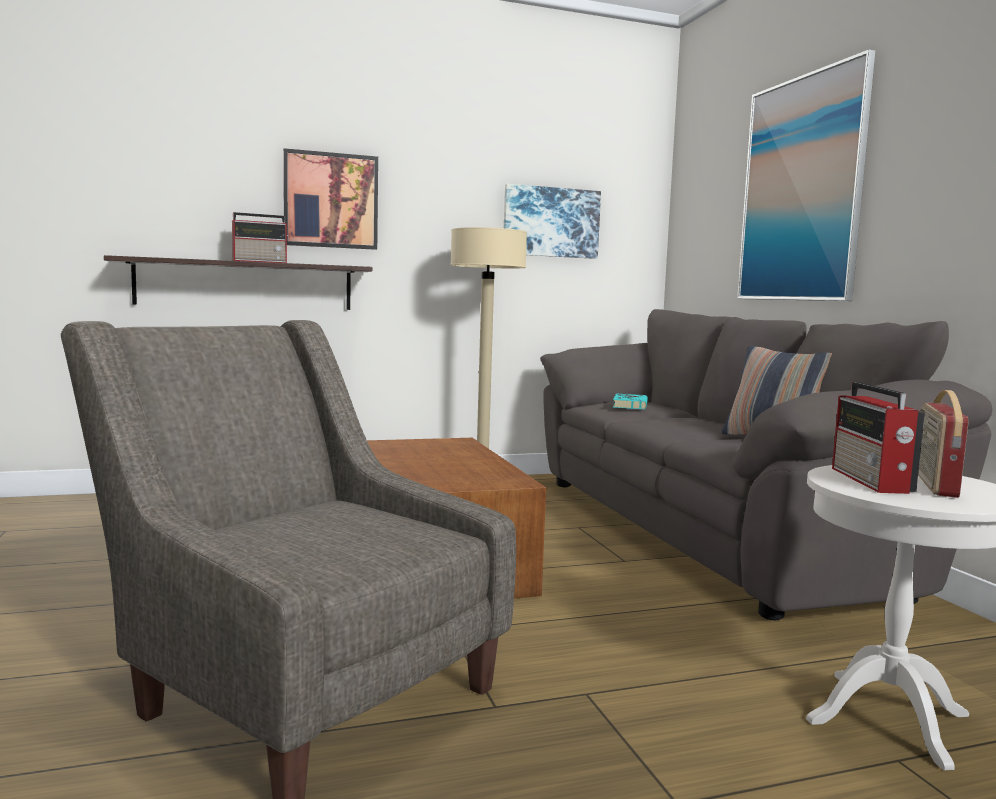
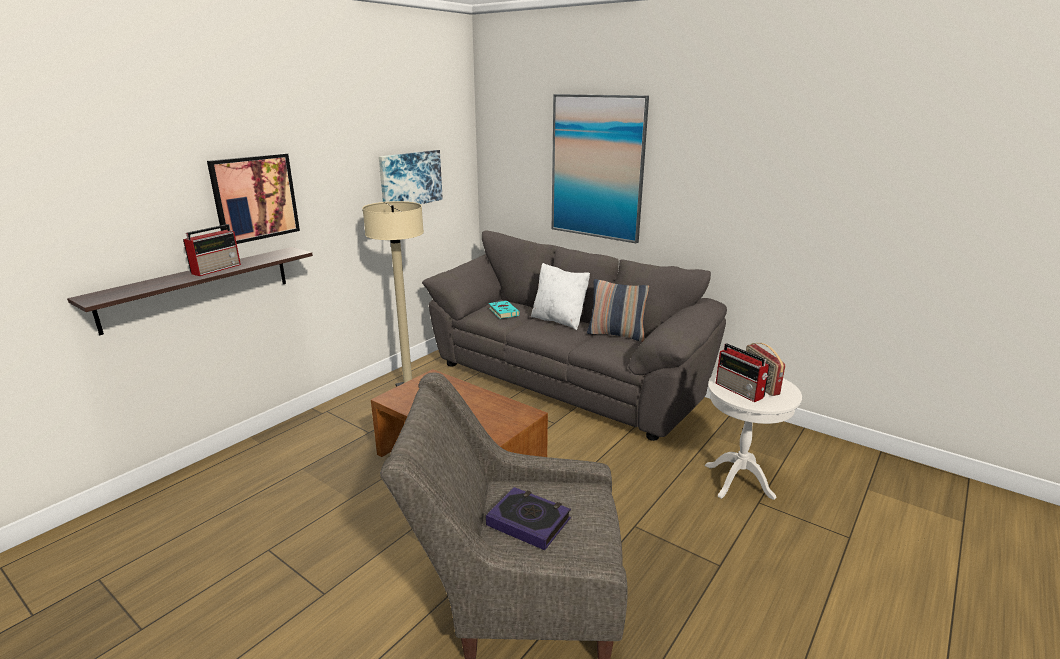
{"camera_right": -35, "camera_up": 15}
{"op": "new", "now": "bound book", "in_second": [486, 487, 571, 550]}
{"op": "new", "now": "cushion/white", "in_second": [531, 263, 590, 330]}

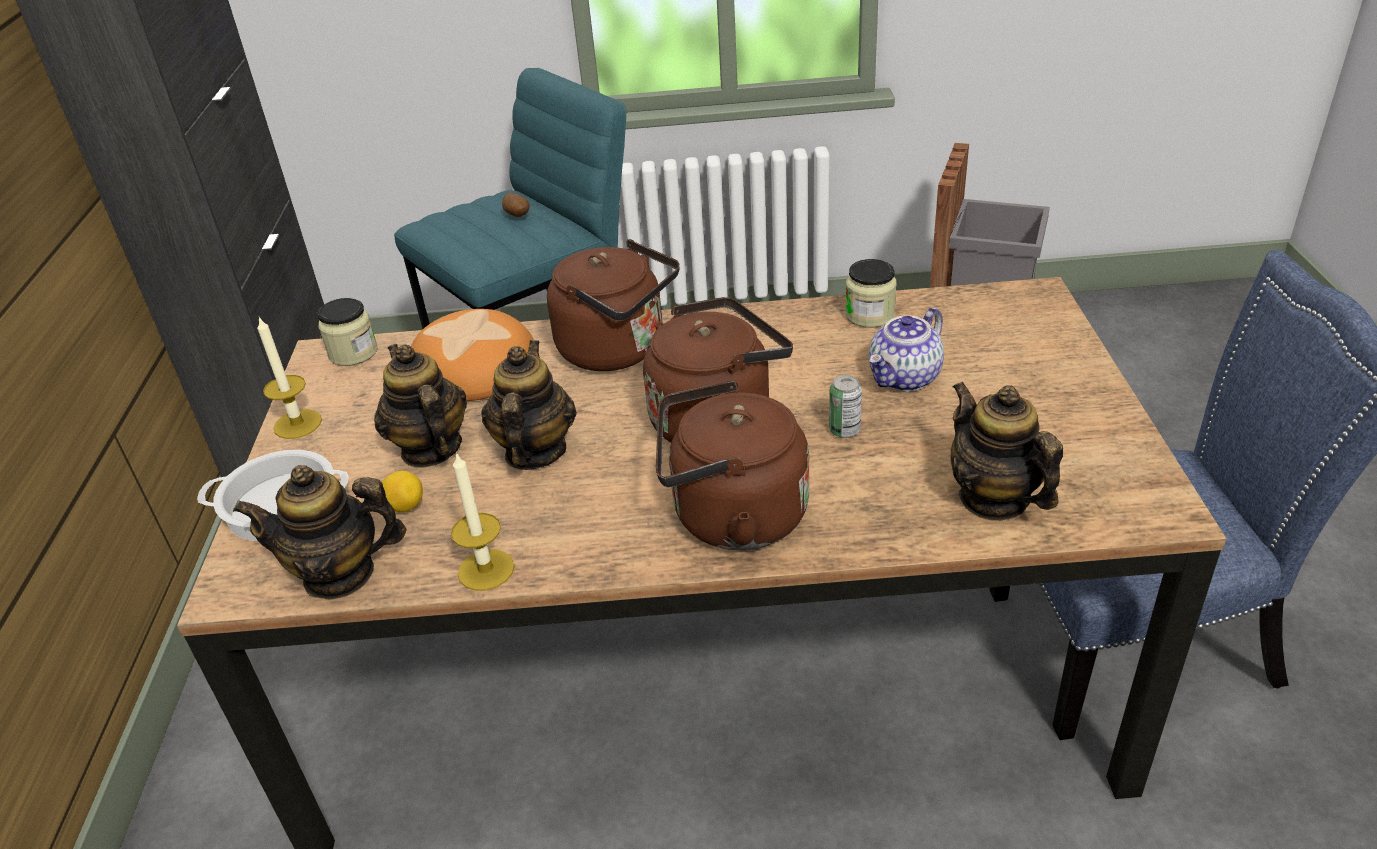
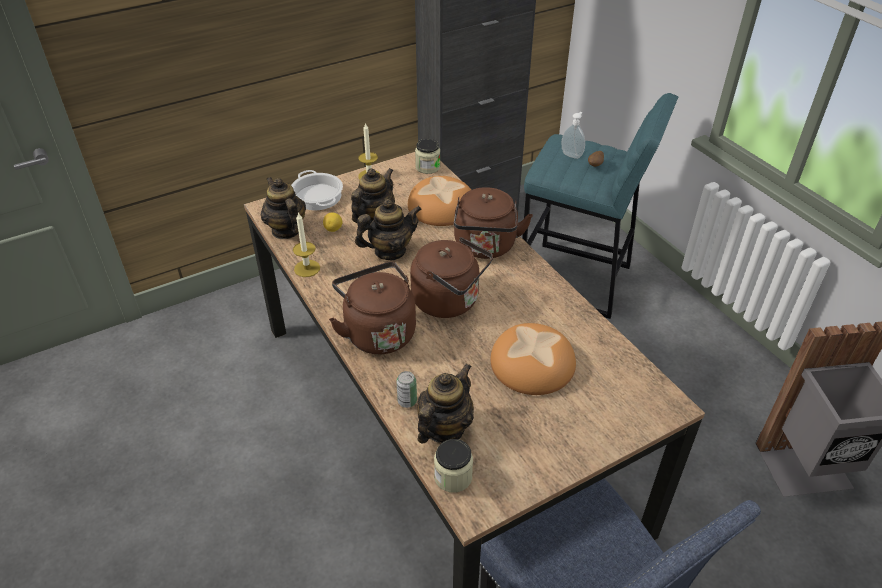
{"camera_right": 60, "camera_up": 5}
{"op": "shifted", "was": "can", "in_first": [829, 375, 862, 438], "in_second": [396, 371, 417, 408]}
{"op": "shifted", "was": "storage jar", "in_first": [845, 259, 897, 328], "in_second": [434, 439, 473, 493]}
{"op": "swapped", "was": "teapot", "now": "bread", "in_first": [869, 307, 944, 392], "in_second": [490, 323, 576, 395]}
{"op": "new", "now": "liquid soap bottle", "in_second": [561, 112, 585, 159]}

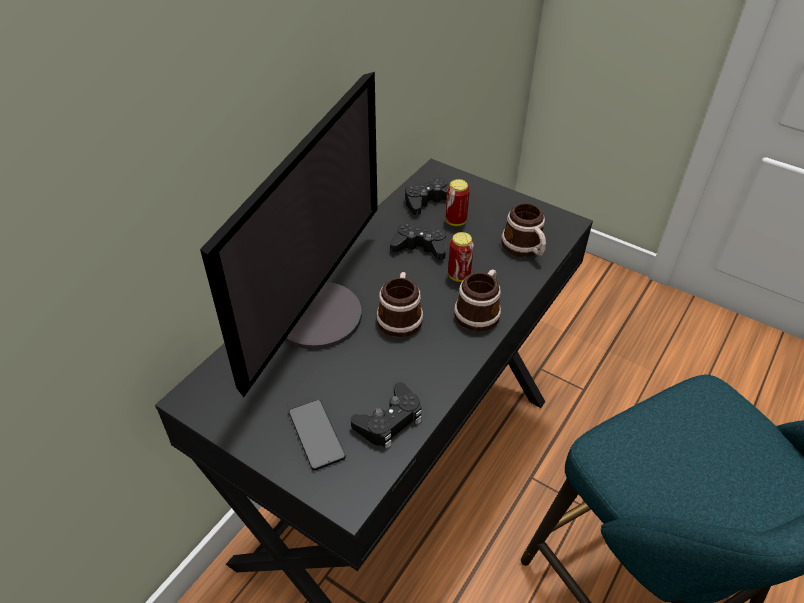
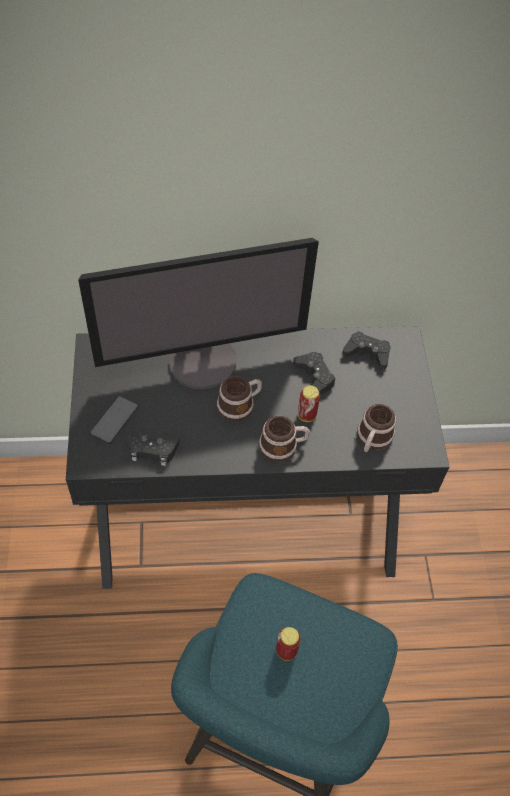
{"camera_right": 50, "camera_up": 10}
{"op": "shifted", "was": "can", "in_first": [446, 179, 470, 226], "in_second": [276, 627, 301, 661]}

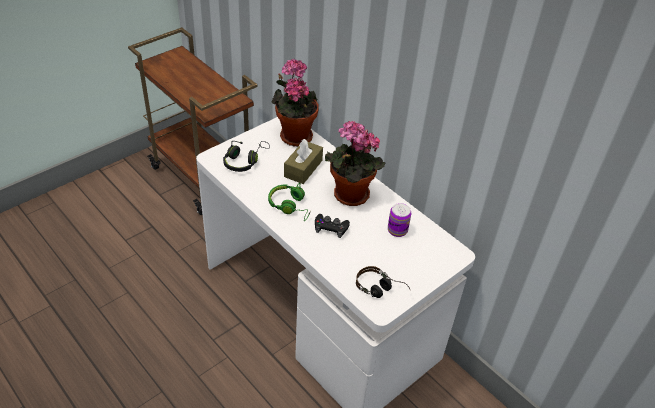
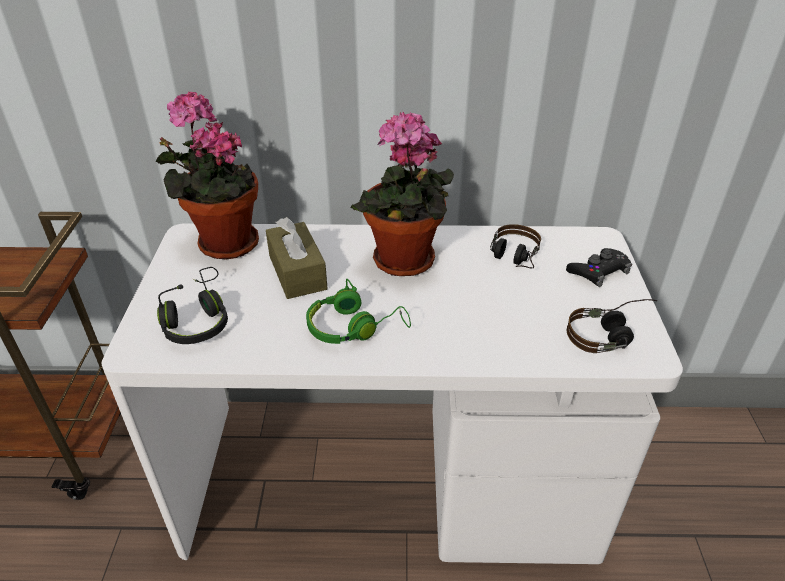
{"camera_right": -45, "camera_up": -5}
{"op": "shifted", "was": "gamepad/black-coloured", "in_first": [315, 214, 350, 238], "in_second": [566, 248, 632, 287]}
{"op": "swapped", "was": "can", "now": "headphones", "in_first": [388, 203, 411, 237], "in_second": [490, 224, 541, 268]}

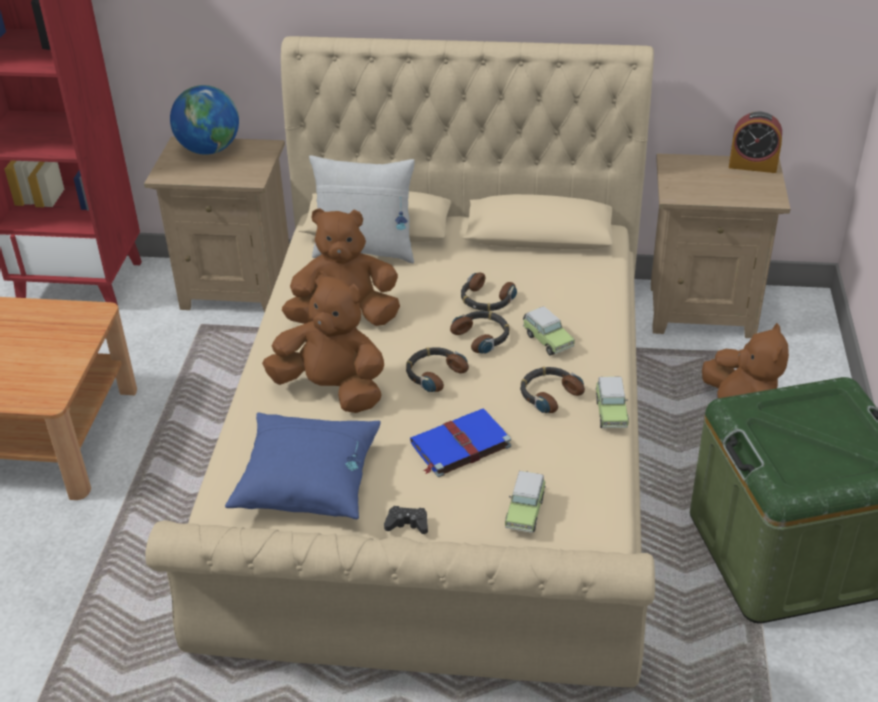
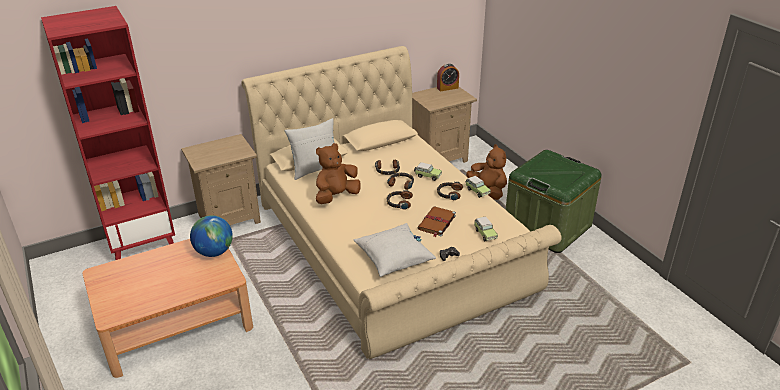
{"camera_right": -35, "camera_up": -5}
{"op": "shifted", "was": "world globe", "in_first": [170, 85, 239, 155], "in_second": [190, 215, 233, 257]}
{"op": "repainted", "was": "cushion/bluish", "now": "cushion/gray", "in_first": [225, 412, 381, 519], "in_second": [353, 223, 436, 277]}
{"op": "gone", "was": "soft toy/brown", "in_first": [262, 271, 384, 413]}
{"op": "repainted", "was": "bound book/bluish", "now": "bound book/brown", "in_first": [410, 409, 511, 477], "in_second": [417, 207, 456, 237]}

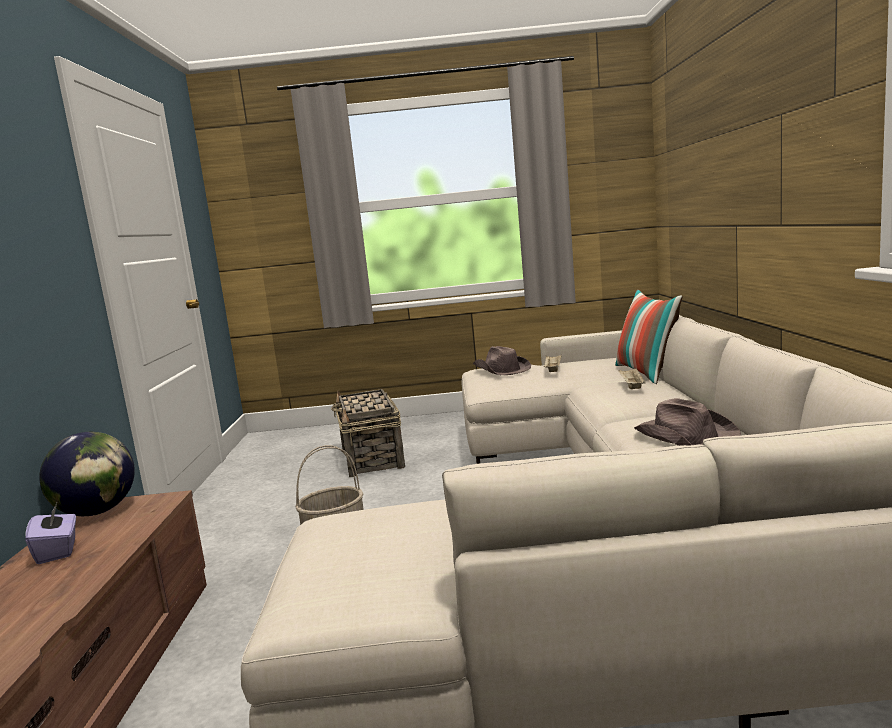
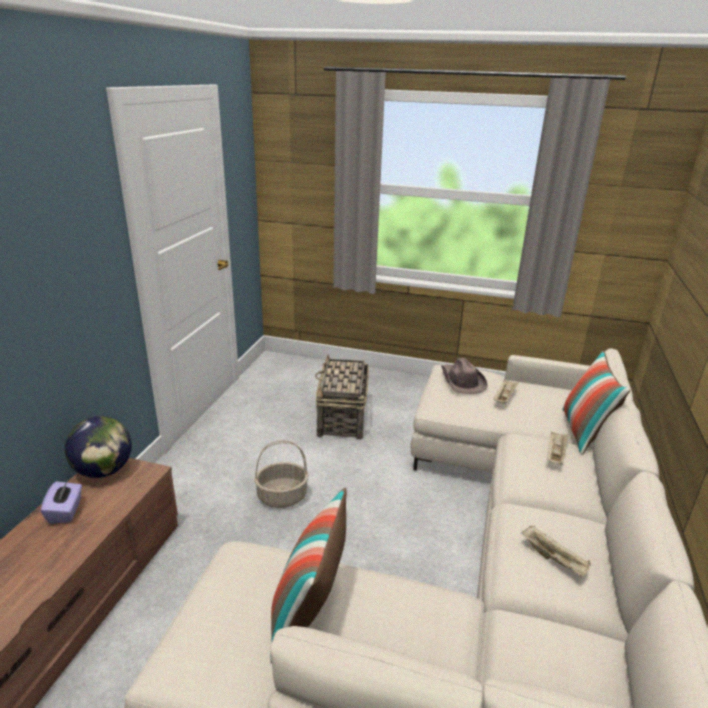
{"camera_right": 15, "camera_up": 15}
{"op": "swapped", "was": "clothing hat/brown", "now": "carrying tray/beige-coloured", "in_first": [634, 398, 741, 446], "in_second": [521, 526, 591, 577]}
{"op": "new", "now": "cushion", "in_second": [270, 487, 347, 663]}

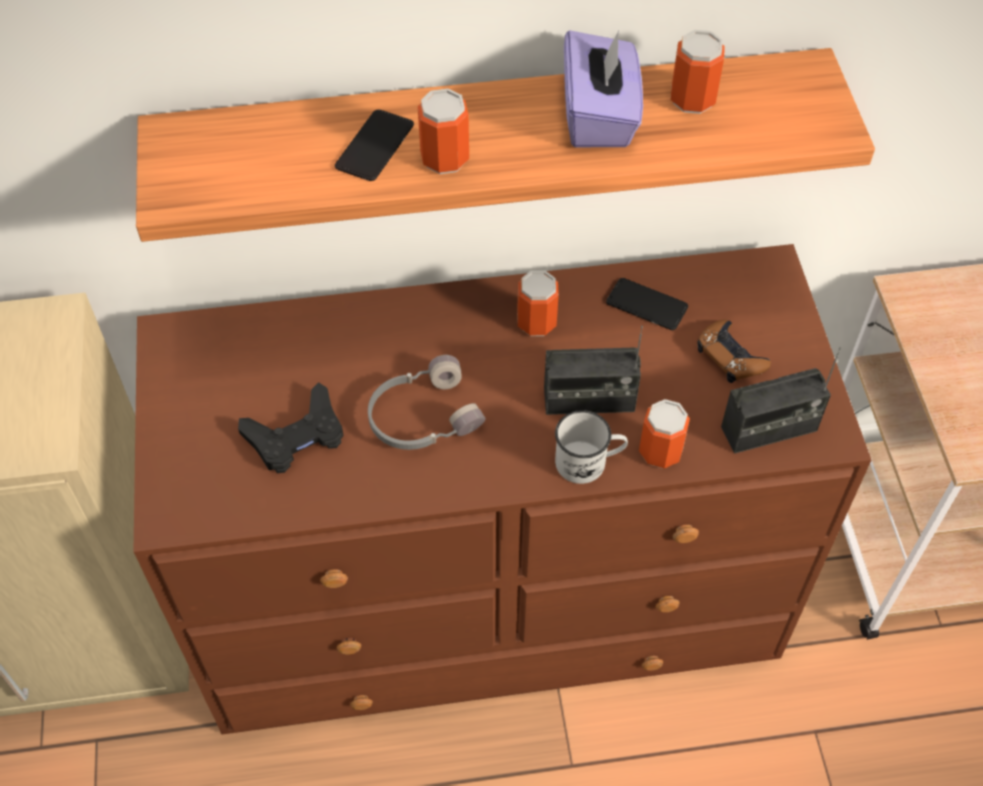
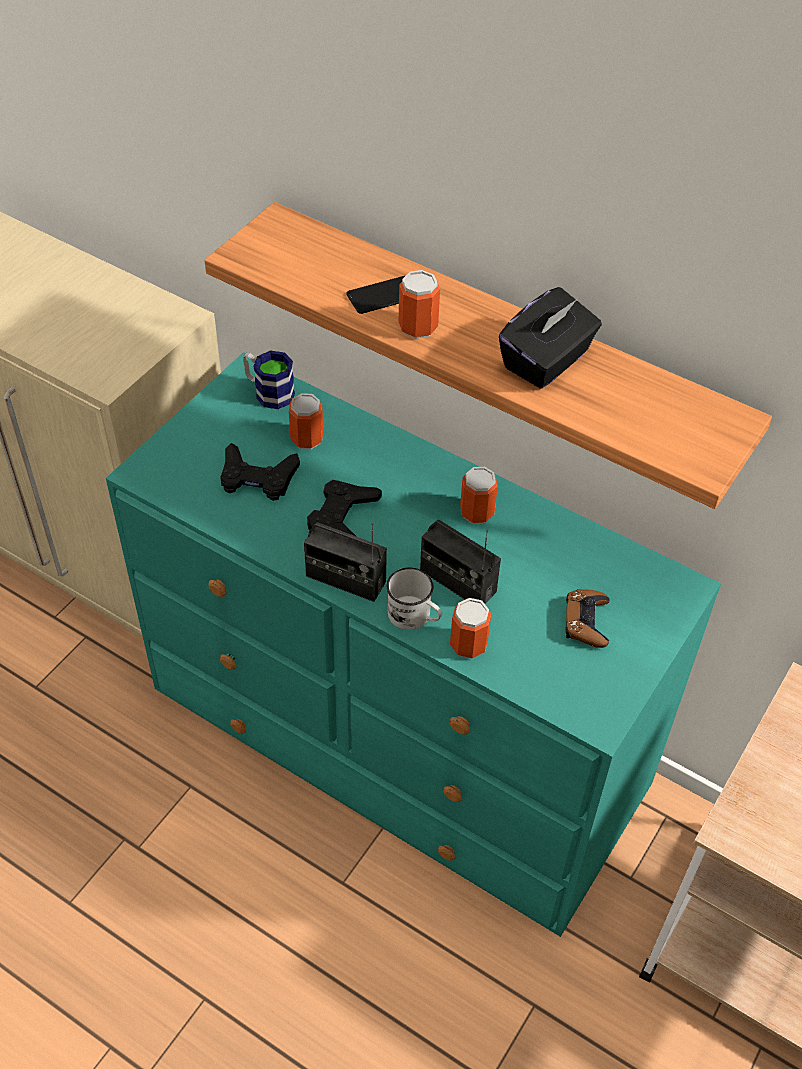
{"camera_right": 40, "camera_up": -5}
{"op": "repainted", "was": "chest of drawers/brown", "now": "chest of drawers/turquoise-coloured", "in_first": [134, 244, 871, 734], "in_second": [106, 352, 721, 937]}
{"op": "swapped", "was": "headphones/gray", "now": "gamepad/black-coloured", "in_first": [368, 355, 486, 450], "in_second": [307, 480, 382, 537]}
{"op": "repainted", "was": "tissue box/purplish", "now": "tissue box/black-coloured", "in_first": [564, 30, 643, 147], "in_second": [499, 287, 602, 389]}
{"op": "gone", "was": "handset", "in_first": [606, 278, 688, 330]}
{"op": "shifted", "was": "can", "in_first": [671, 30, 725, 114], "in_second": [289, 393, 323, 449]}
{"op": "shifted", "was": "radio set", "in_first": [721, 347, 841, 454], "in_second": [304, 522, 387, 602]}
{"op": "new", "now": "coffee mug", "in_second": [243, 350, 295, 409]}

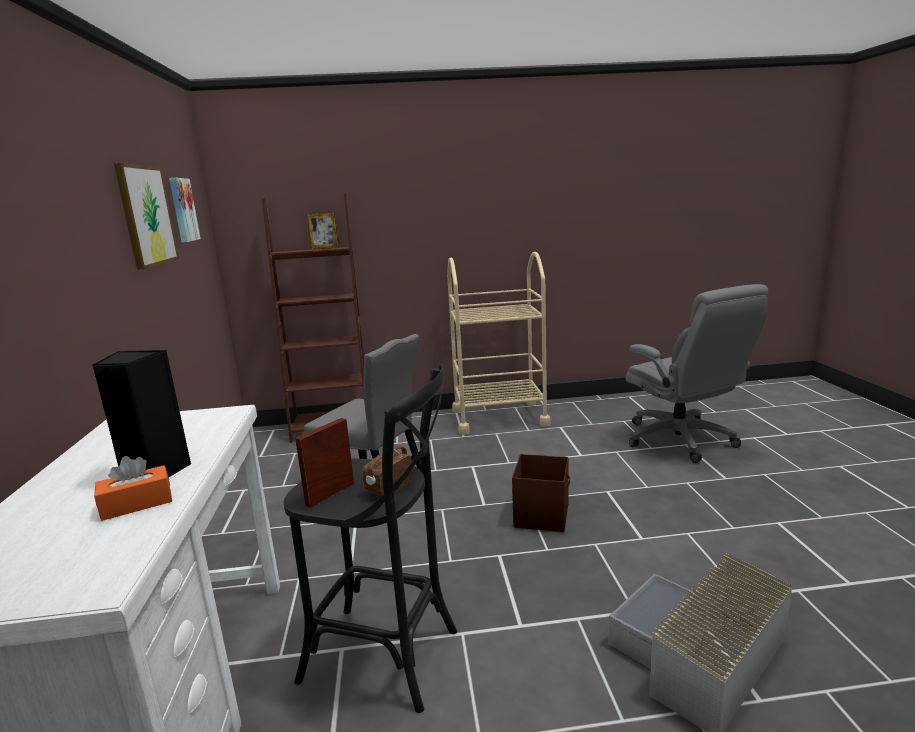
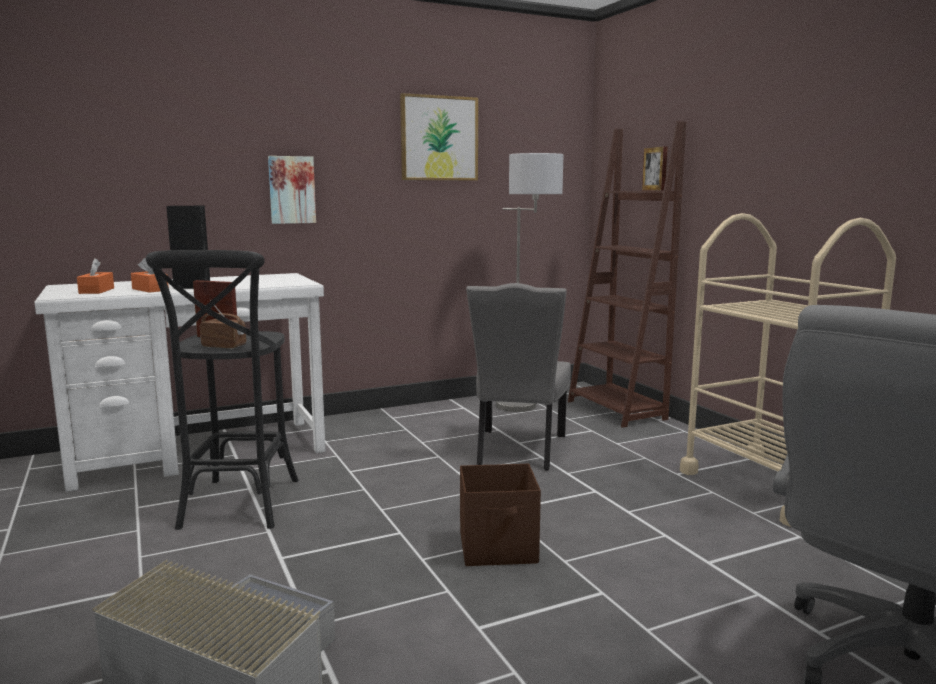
{"camera_right": 70, "camera_up": -5}
{"op": "shifted", "was": "picture", "in_first": [169, 178, 201, 242], "in_second": [268, 156, 316, 224]}
{"op": "new", "now": "tissue box/orangey", "in_second": [77, 258, 114, 294]}
{"op": "new", "now": "standard lamp/gray", "in_second": [496, 153, 563, 412]}

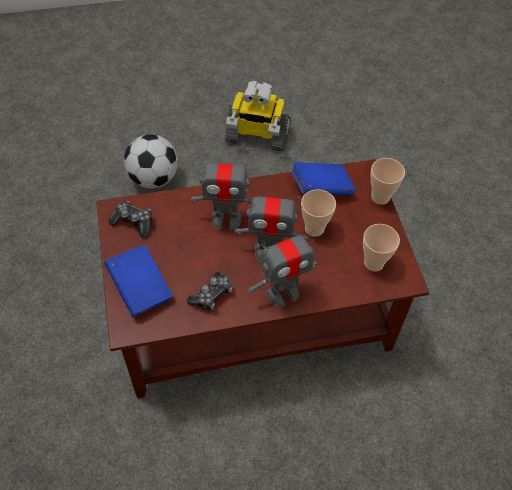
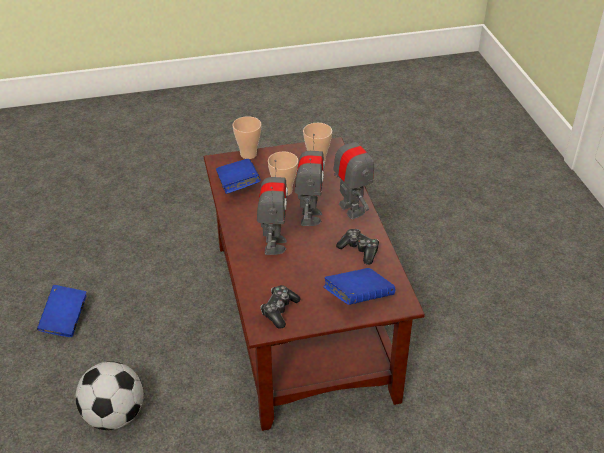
{"camera_right": -90, "camera_up": -15}
{"op": "swapped", "was": "robot figure", "now": "bound book/bluish", "in_first": [225, 81, 291, 151], "in_second": [37, 285, 87, 337]}

